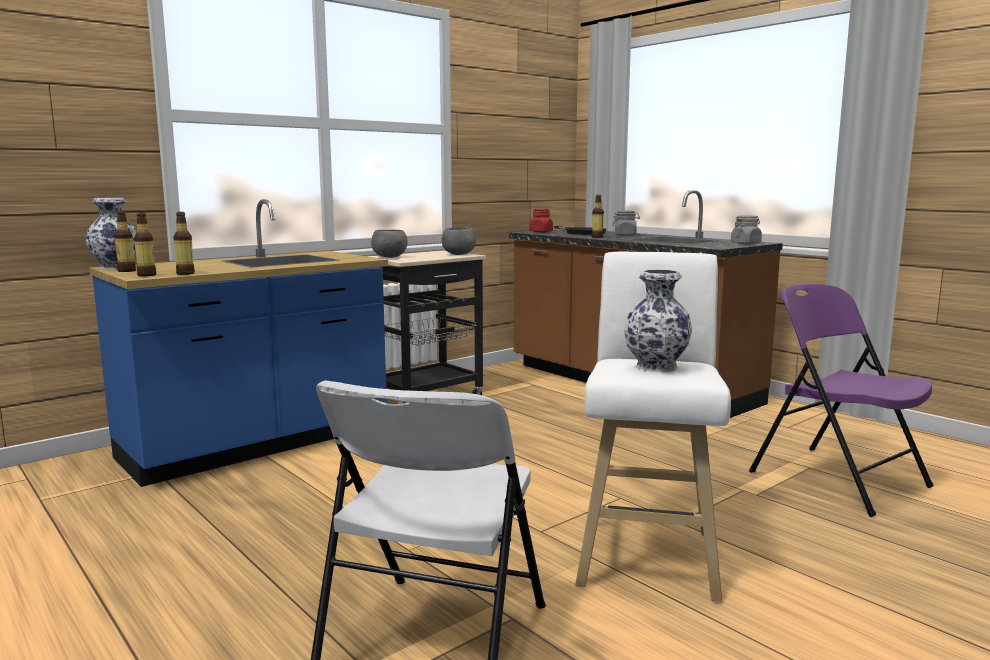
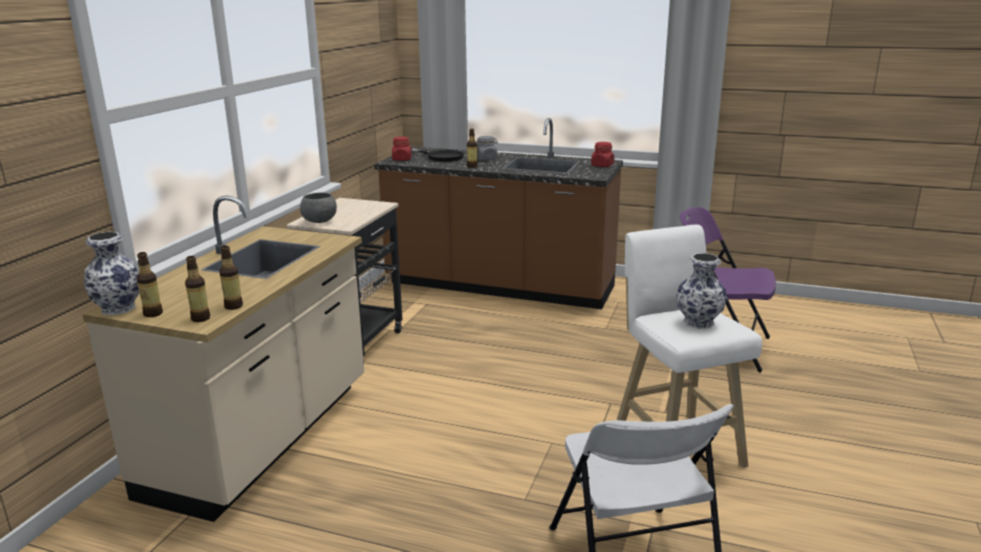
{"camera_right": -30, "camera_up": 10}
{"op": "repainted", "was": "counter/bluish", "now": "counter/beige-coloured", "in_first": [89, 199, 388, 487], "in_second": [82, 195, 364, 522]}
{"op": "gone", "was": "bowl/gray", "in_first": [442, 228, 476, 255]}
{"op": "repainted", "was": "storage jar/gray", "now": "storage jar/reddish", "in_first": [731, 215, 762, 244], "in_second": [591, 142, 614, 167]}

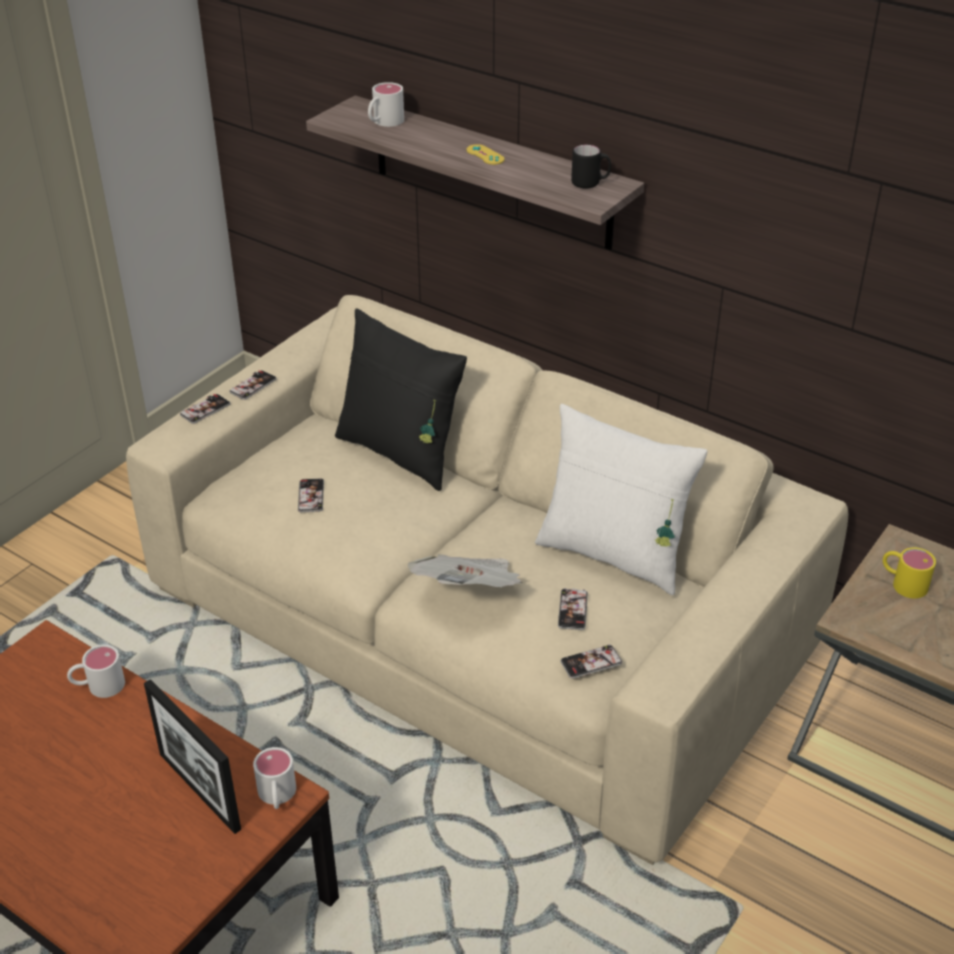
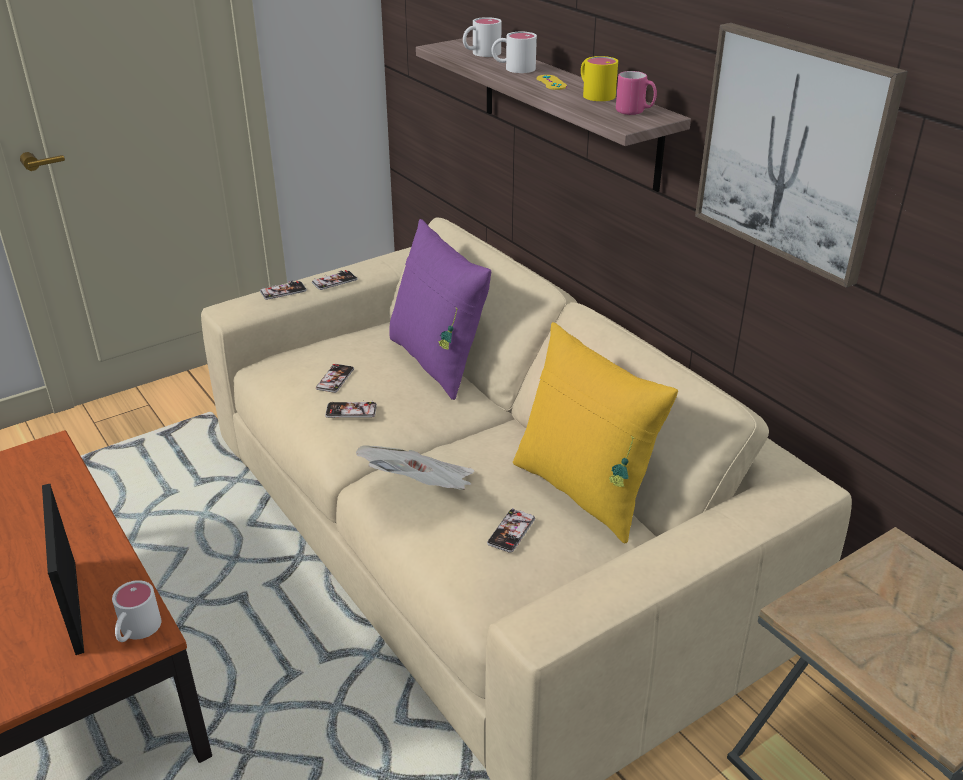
{"camera_right": 20, "camera_up": -5}
{"op": "shifted", "was": "coffee mug/white", "in_first": [67, 645, 125, 698], "in_second": [491, 32, 537, 73]}
{"op": "repainted", "was": "cushion/black-coloured", "now": "cushion/purplish", "in_first": [335, 309, 467, 491], "in_second": [389, 219, 491, 400]}
{"op": "repainted", "was": "cushion/white", "now": "cushion/yellow-coloured", "in_first": [535, 404, 707, 595], "in_second": [513, 322, 678, 543]}
{"op": "shifted", "was": "handset", "in_first": [560, 644, 622, 679], "in_second": [325, 400, 377, 418]}
{"op": "repainted", "was": "coffee mug/black-coloured", "now": "coffee mug/pink", "in_first": [571, 145, 611, 188], "in_second": [616, 71, 657, 115]}
{"op": "shifted", "was": "coffee mug/yellow-coloured", "in_first": [883, 548, 936, 598], "in_second": [581, 56, 618, 101]}
{"op": "new", "now": "picture", "in_second": [695, 23, 908, 288]}

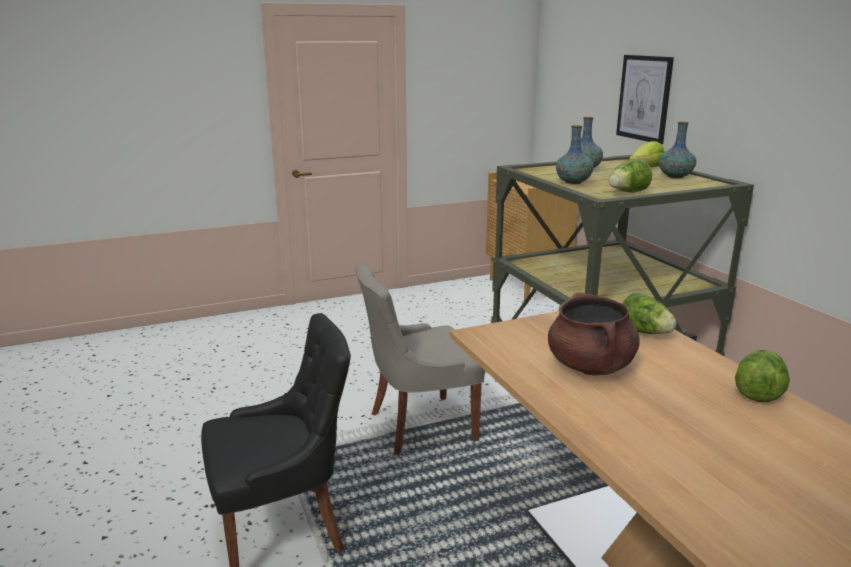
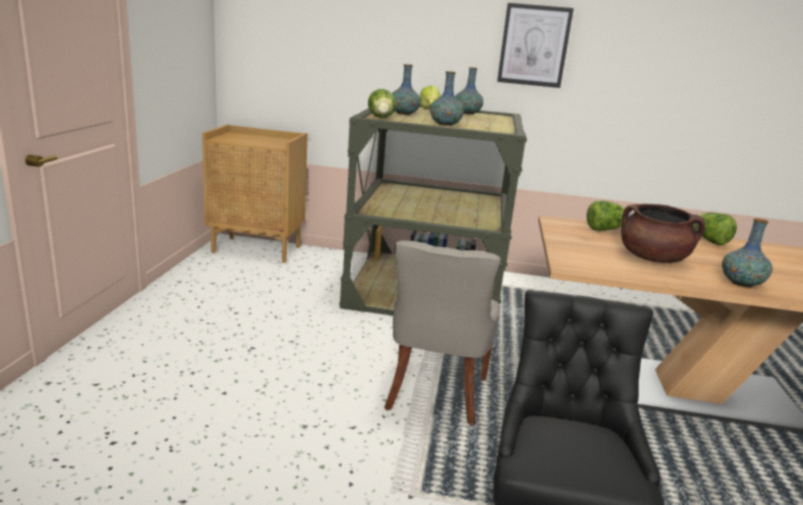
{"camera_right": -60, "camera_up": 0}
{"op": "shifted", "was": "head of lettuce", "in_first": [609, 159, 652, 193], "in_second": [368, 89, 396, 118]}
{"op": "shifted", "was": "picture", "in_first": [616, 55, 674, 144], "in_second": [497, 3, 574, 88]}
{"op": "new", "now": "flower vase", "in_second": [722, 218, 773, 288]}

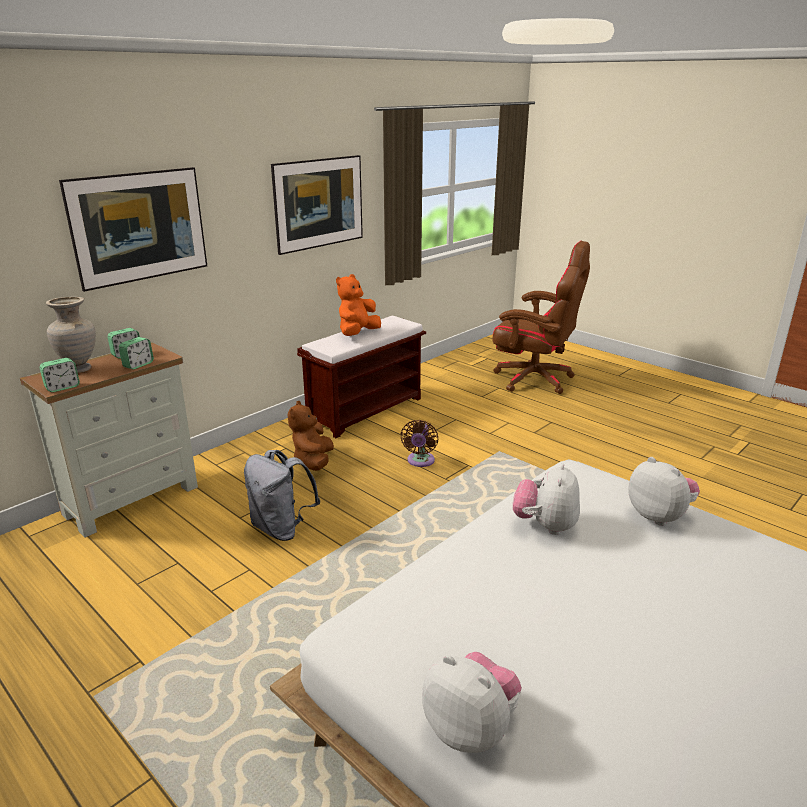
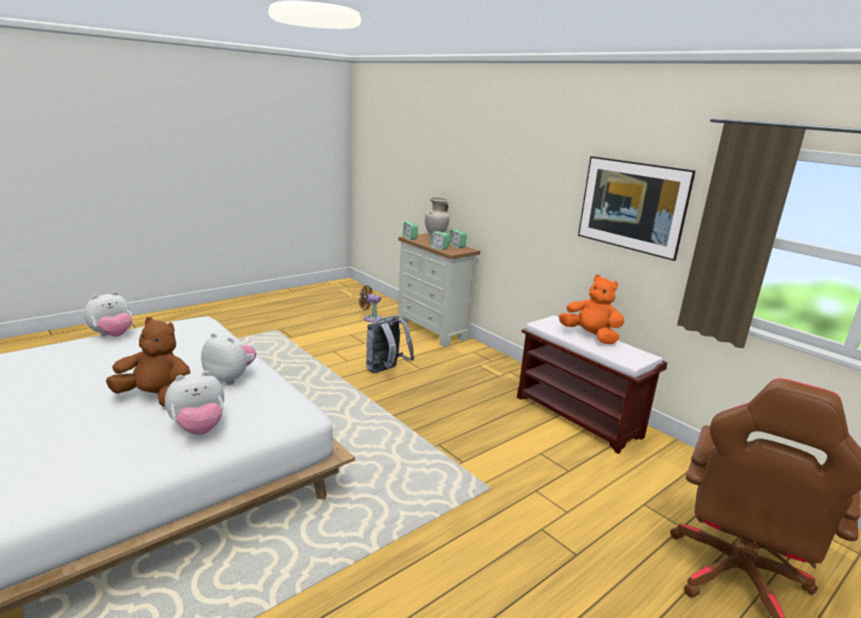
{"camera_right": 95, "camera_up": -5}
{"op": "gone", "was": "picture", "in_first": [59, 167, 207, 292]}
{"op": "shifted", "was": "soft toy/brown", "in_first": [288, 401, 334, 471], "in_second": [106, 317, 190, 406]}
{"op": "shifted", "was": "cooling fan/brown", "in_first": [400, 420, 439, 467], "in_second": [359, 286, 382, 322]}

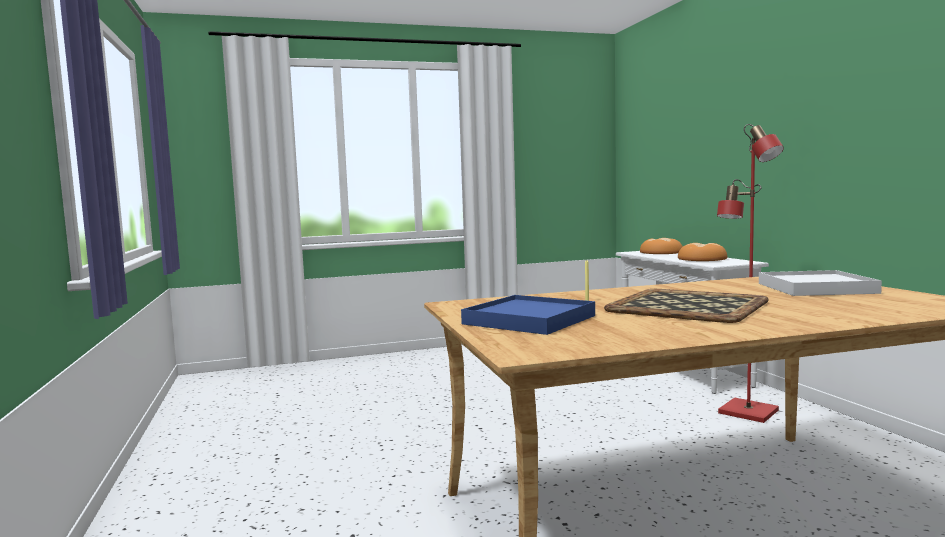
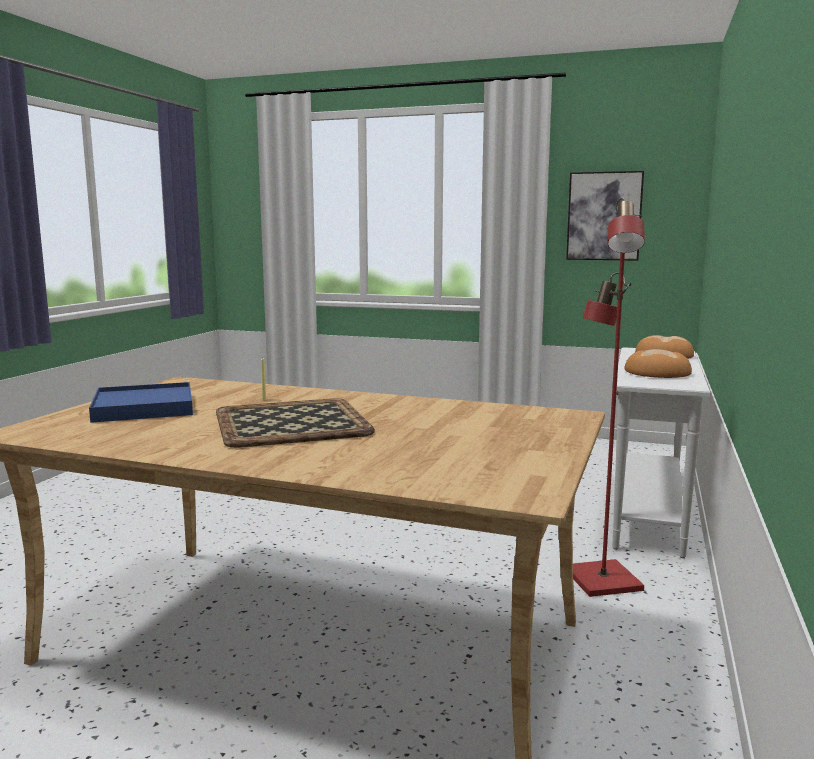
{"camera_right": 35, "camera_up": 5}
{"op": "gone", "was": "carrying tray/white", "in_first": [759, 270, 882, 296]}
{"op": "new", "now": "picture", "in_second": [566, 171, 644, 261]}

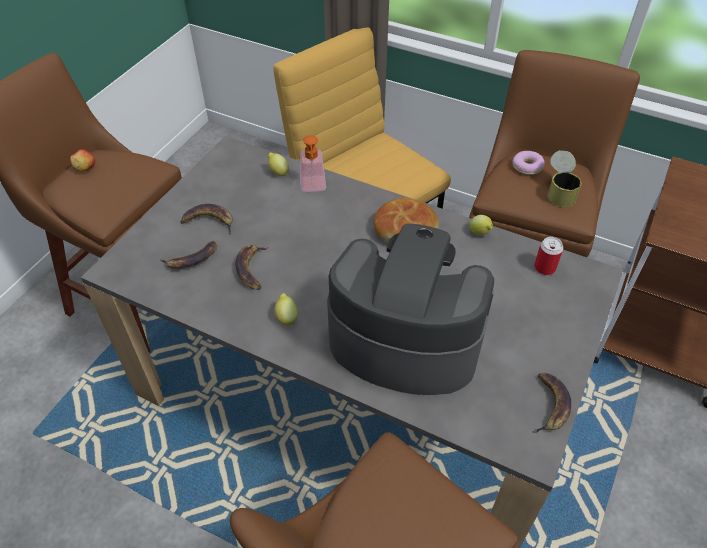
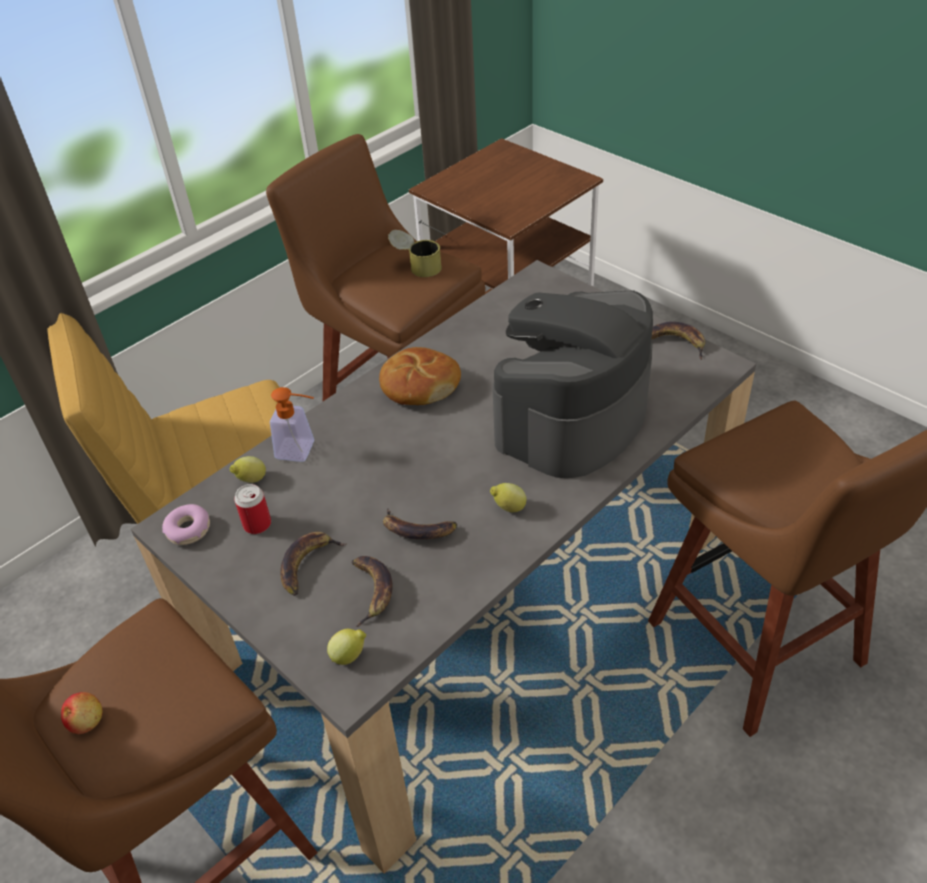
{"camera_right": -70, "camera_up": -5}
{"op": "shifted", "was": "whole lemon", "in_first": [469, 215, 493, 236], "in_second": [327, 629, 366, 665]}
{"op": "shifted", "was": "donut", "in_first": [512, 151, 545, 175], "in_second": [162, 504, 210, 545]}
{"op": "shifted", "was": "can", "in_first": [534, 237, 563, 275], "in_second": [234, 484, 271, 534]}

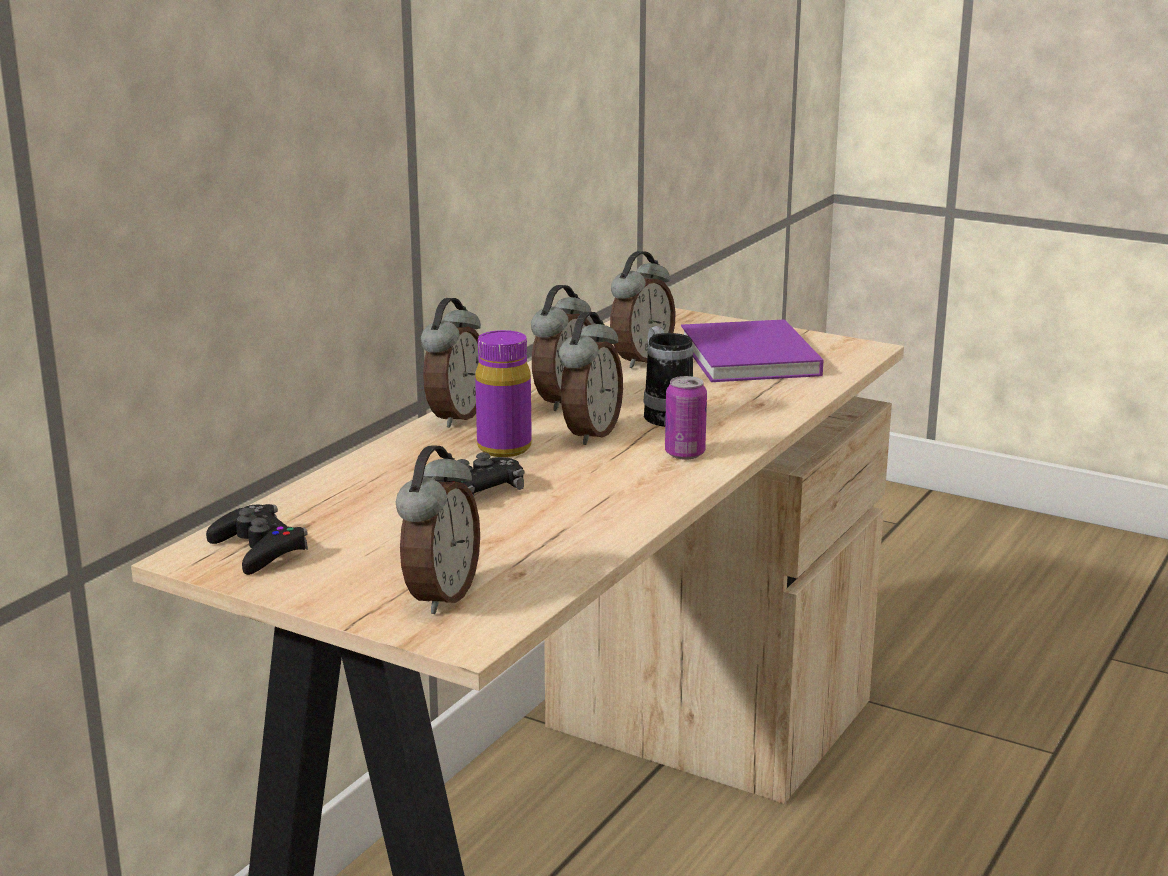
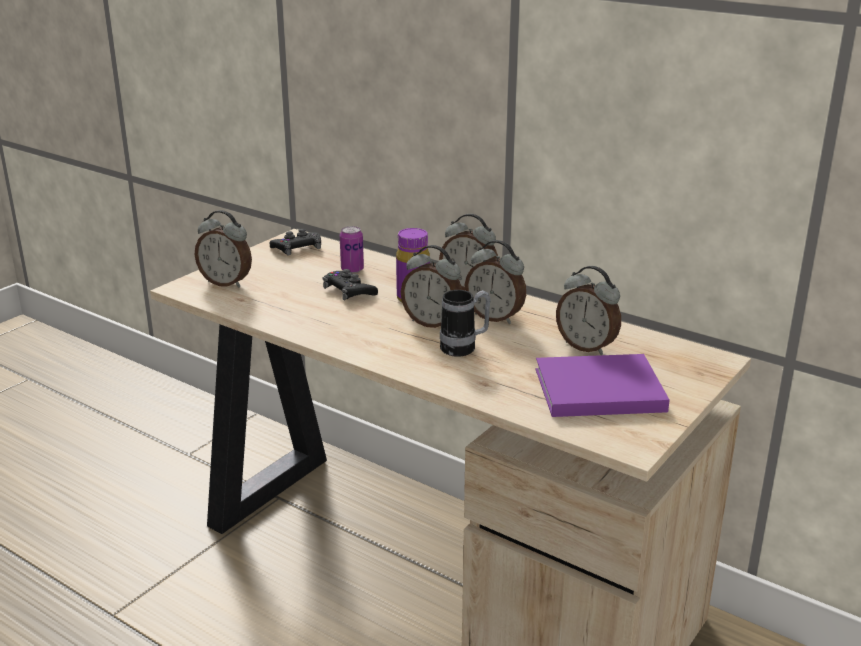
{"camera_right": 95, "camera_up": 5}
{"op": "shifted", "was": "can", "in_first": [665, 376, 707, 460], "in_second": [340, 226, 364, 273]}

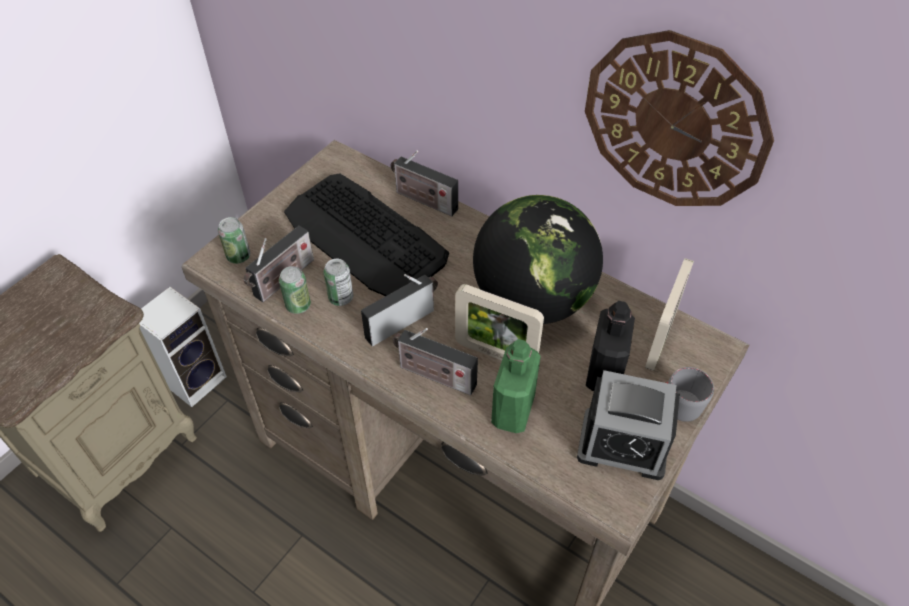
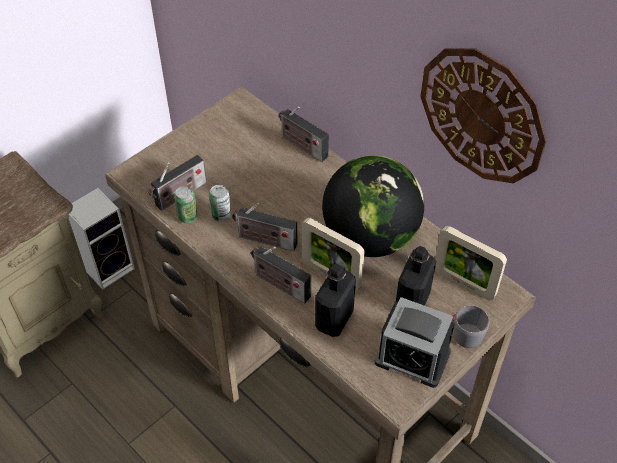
{"camera_right": 10, "camera_up": 0}
{"op": "gone", "was": "can", "in_first": [218, 217, 250, 264]}
{"op": "gone", "was": "keyboard", "in_first": [284, 174, 449, 296]}
{"op": "rotated", "was": "radio set", "in_first": [361, 274, 438, 346], "in_second": [232, 203, 298, 251], "clockwise": -135}
{"op": "repainted", "was": "beverage bottle/greenish", "now": "beverage bottle/black-coloured", "in_first": [491, 339, 541, 433], "in_second": [315, 264, 356, 337]}
{"op": "rotated", "was": "standing frame", "in_first": [645, 258, 694, 371], "in_second": [435, 226, 507, 300], "clockwise": -90}

